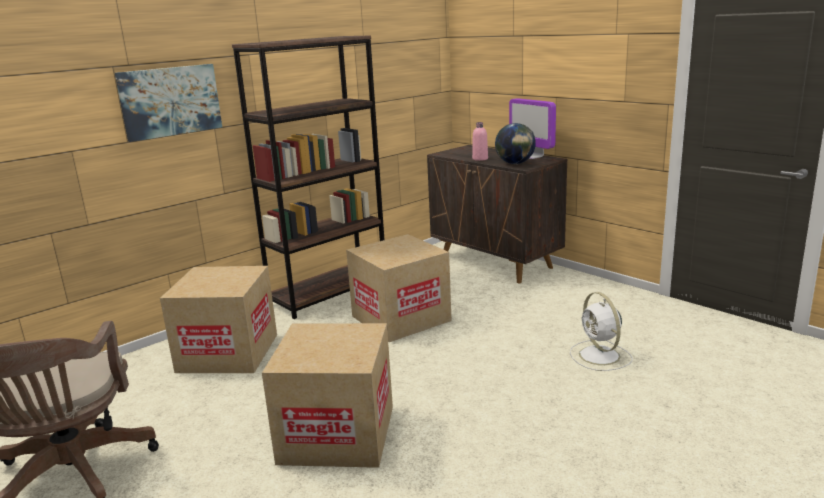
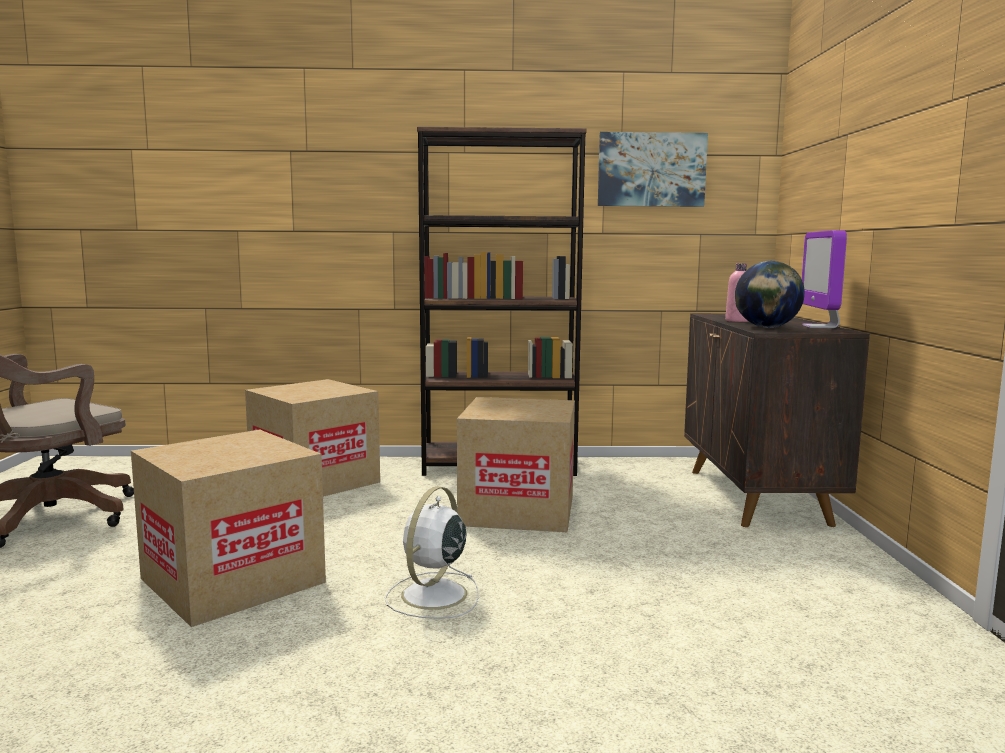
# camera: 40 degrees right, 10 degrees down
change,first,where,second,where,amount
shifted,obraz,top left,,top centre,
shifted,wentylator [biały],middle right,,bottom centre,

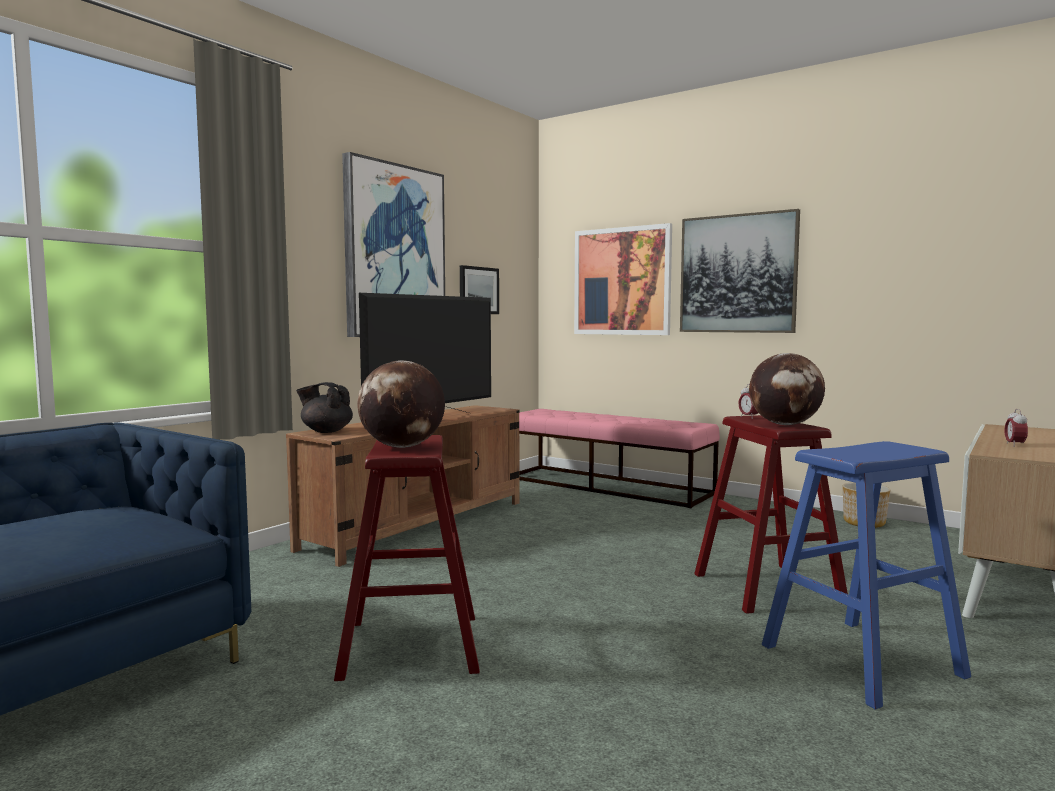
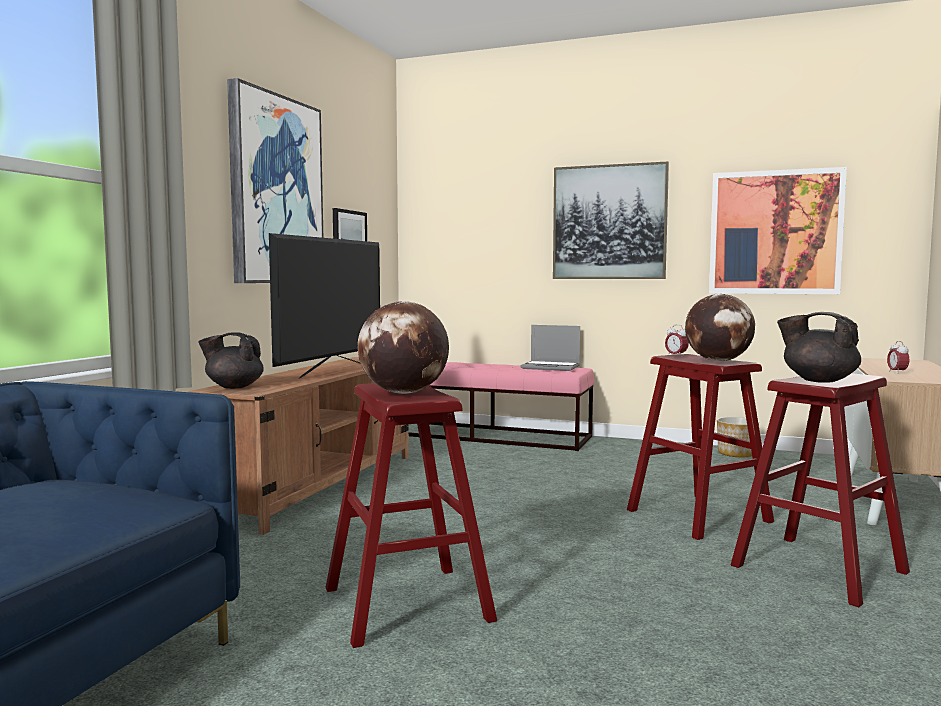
# camera: 15 degrees left, 0 degrees up
change,first,where,second,where,amount
shifted,obraz (no. 3 from left in the first image),centre,obraz (no. 4 from left),top right,
repainted,stołek [niebieski],bottom right,stołek [czerwony] (no. 3 from left),bottom right,
new,,,laptop,centre,
new,,,imbryk [czarny] (no. 2 from left),middle right,

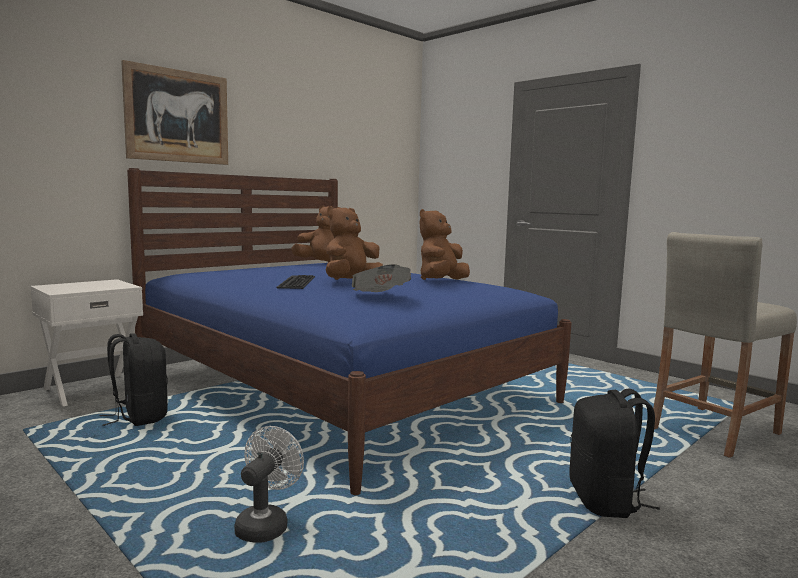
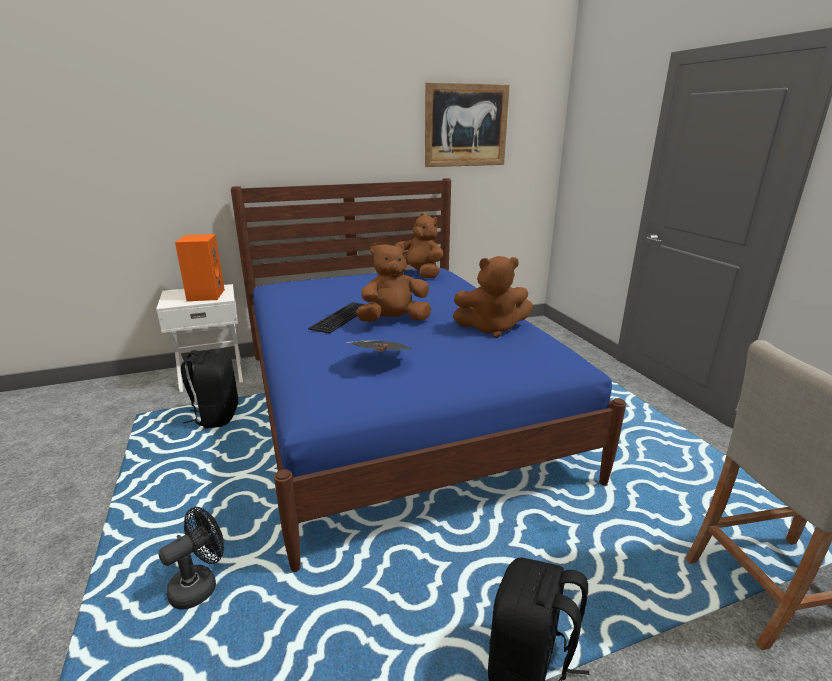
# camera: 25 degrees right, 15 degrees up
change,first,where,second,where,amount
shifted,obraz,top left,,top centre,
repainted,wentylator [biały],bottom centre,wentylator [czarny],bottom left,
rotated,pluszak [brązowy] (no. 3 from left),centre,,centre,150 degrees counterclockwise
new,,,głośnik [pomarańczowy],middle left,

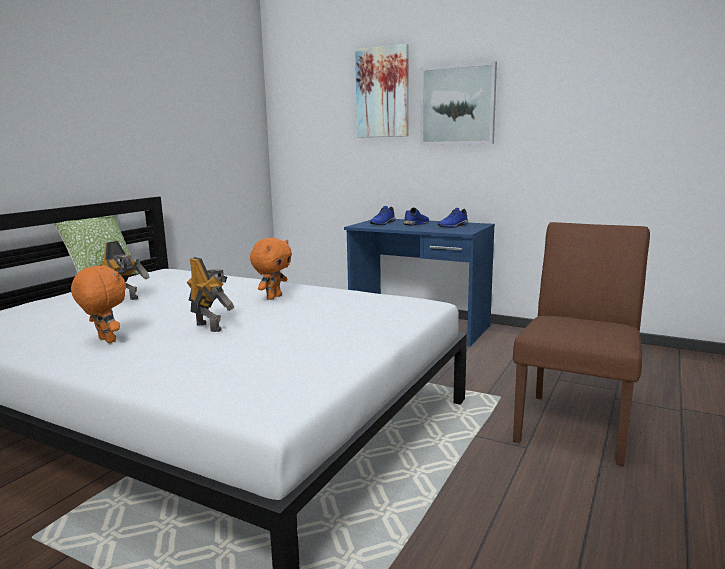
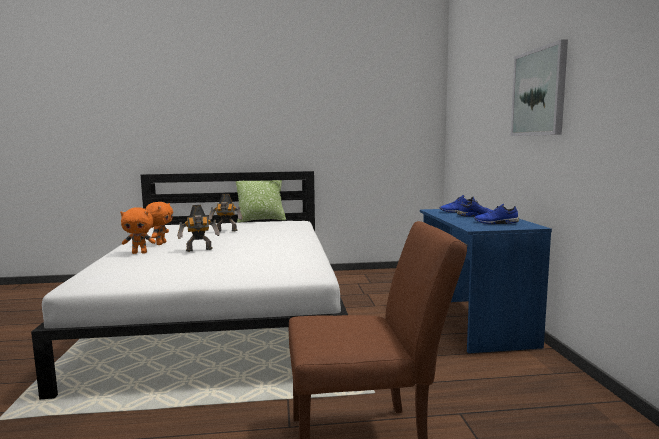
# camera: 55 degrees right, 5 degrees down
change,first,where,second,where,amount
rotated,robot zabawkowy (no. 2 from left in the first image),middle left,robot zabawkowy (no. 1 from left),middle left,60 degrees clockwise
shifted,pluszak [pomarańczowy] (no. 2 from left in the first image),centre,pluszak [pomarańczowy] (no. 1 from left),middle left,
gone,obraz (no. 1 from left),top centre,,,

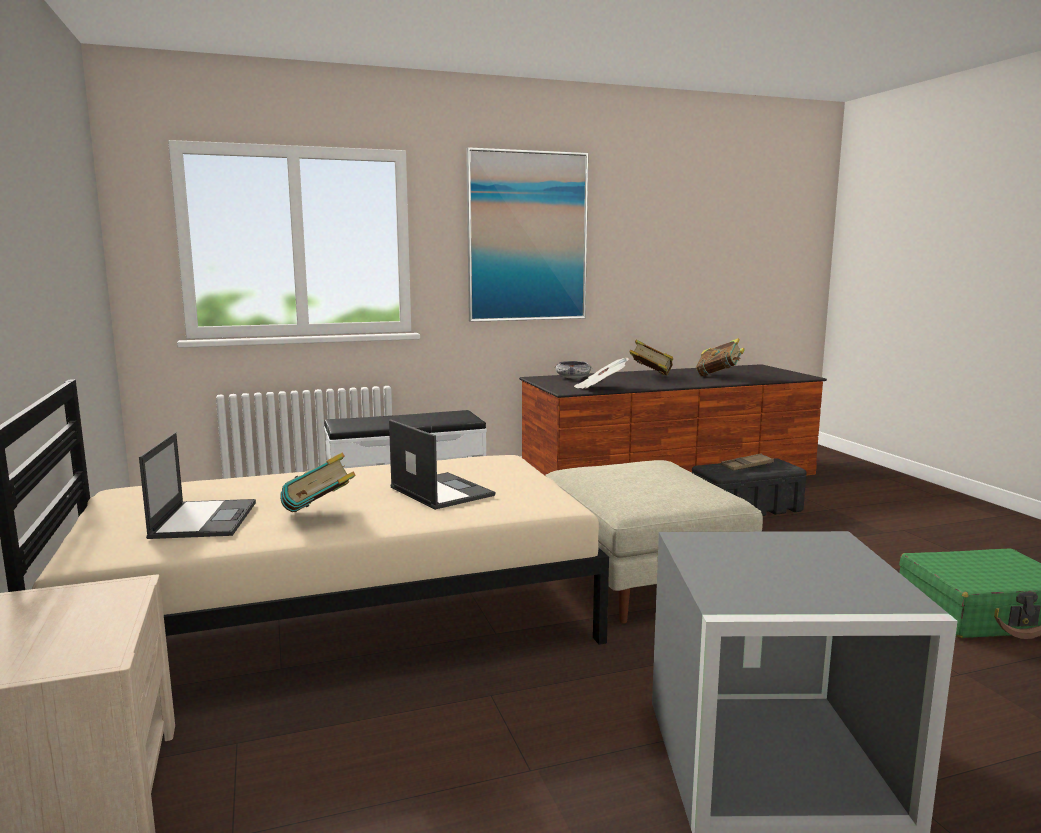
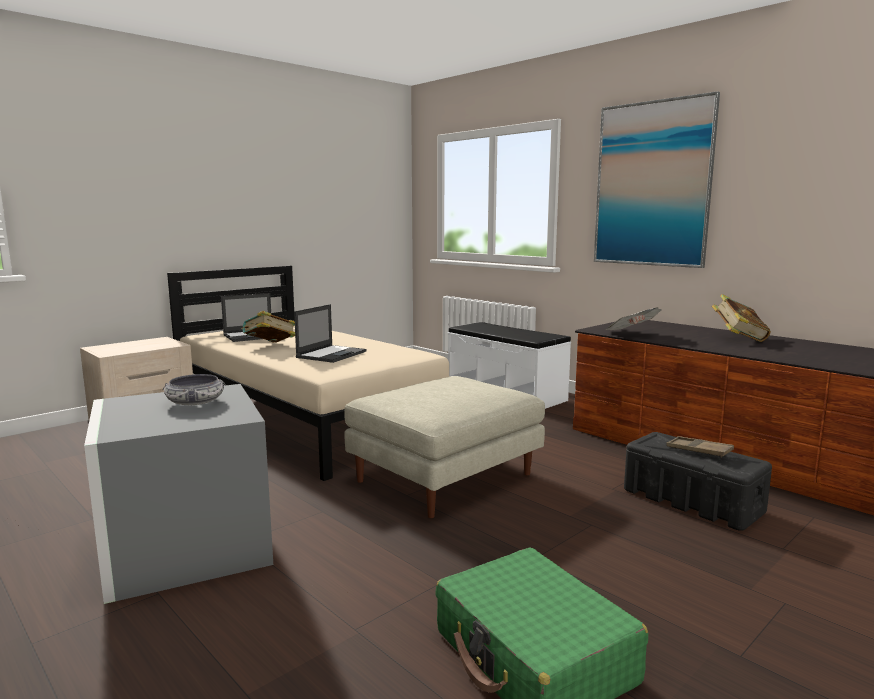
# camera: 65 degrees right, 0 degrees up
change,first,where,second,where,amount
shifted,miska,centre,,middle left,
gone,książka (no. 3 from left),middle right,,,

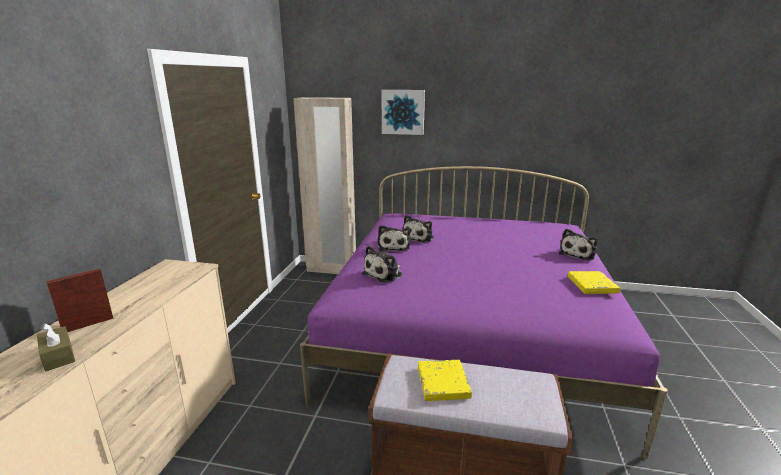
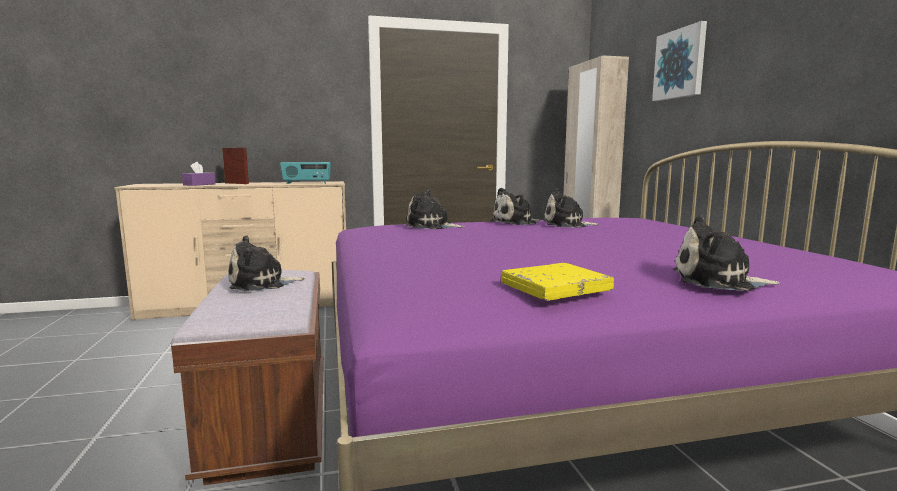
# camera: 65 degrees right, 10 degrees down
change,first,where,second,where,amount
repainted,pudełko chusteczek [brązowy],bottom left,pudełko chusteczek [fioletowy],middle left,
swapped,książka [żółty] (no. 1 from left),bottom centre,pluszak (no. 1 from left),middle left,
new,,,radio,centre,

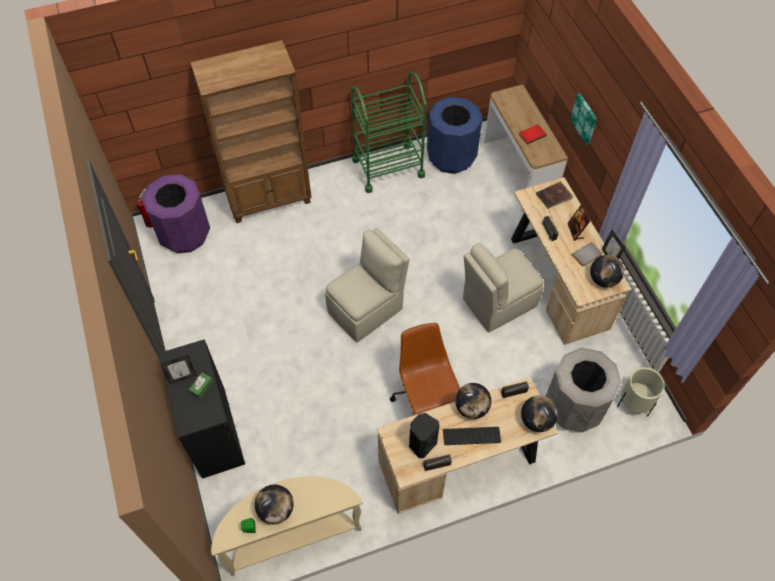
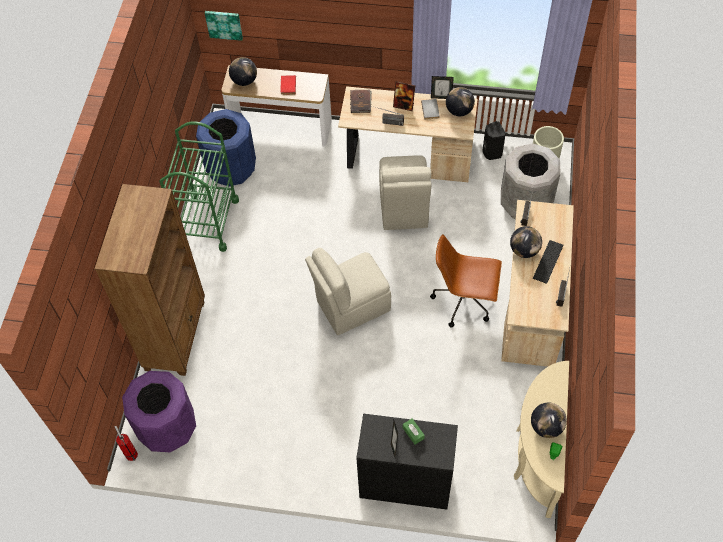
# camera: 60 degrees left, 0 degrees up
change,first,where,second,where,amount
rotated,krzesło [beżowy] (no. 1 from left),centre,,centre,105 degrees counterclockwise
shifted,głośnik [czarny],bottom centre,,top right,
shifted,globus (no. 3 from left in the first image),bottom right,globus (no. 1 from left),top centre,
shifted,obraz,top right,,top left,

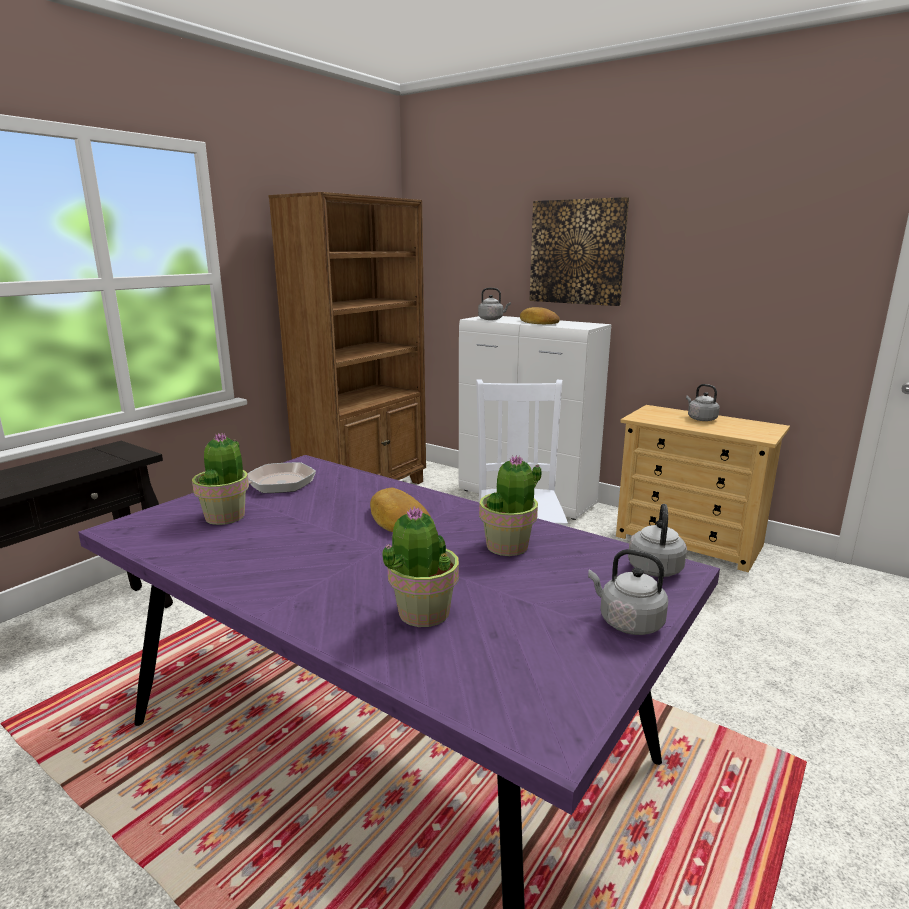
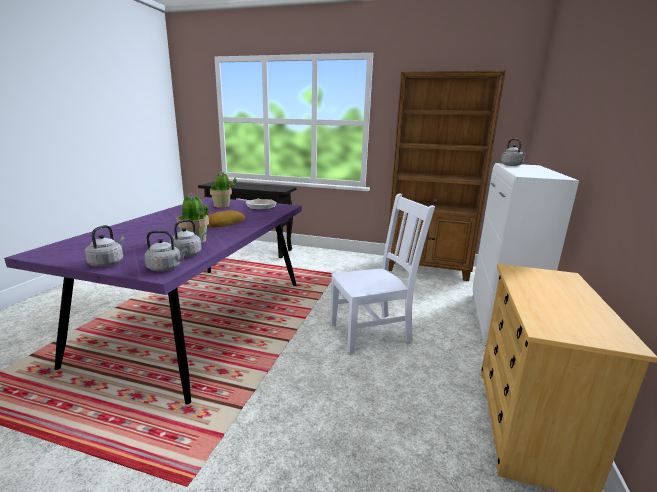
# camera: 70 degrees right, 0 degrees up
change,first,where,second,where,amount
gone,roślina doniczkowa (no. 2 from left),centre,,,
gone,chleb (no. 2 from left),centre,,,
gone,obraz,top centre,,,
shifted,czajnik [szary] (no. 4 from left in the first image),middle right,czajnik [szary] (no. 3 from left),middle left,

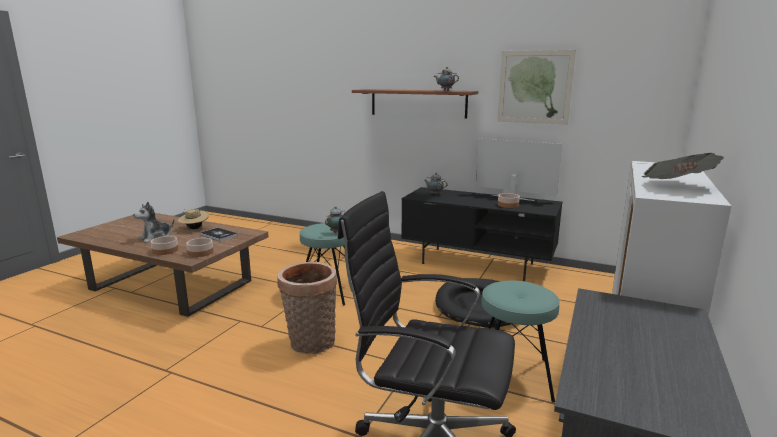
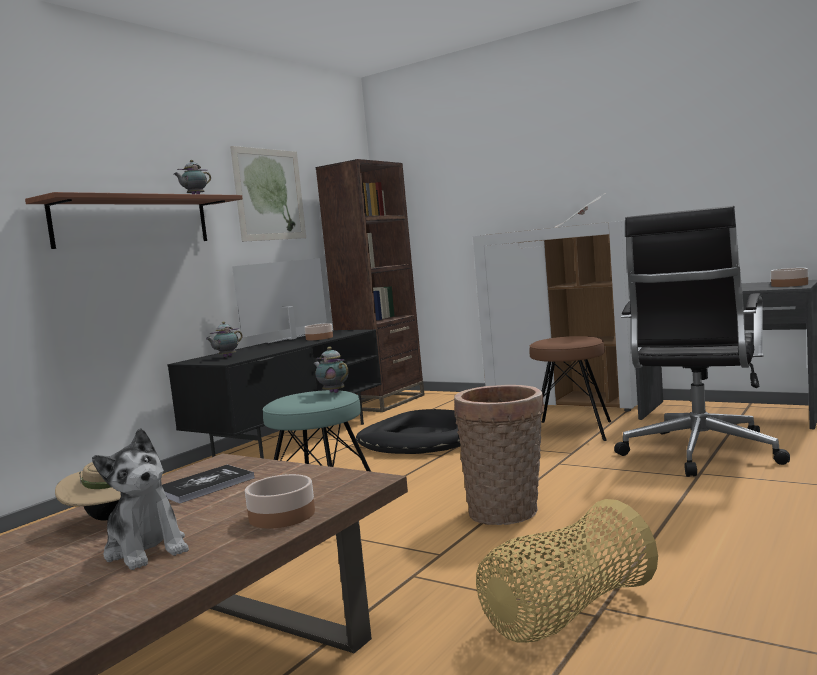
# camera: 80 degrees left, 10 degrees down
change,first,where,second,where,amount
shifted,miska (no. 2 from left in the first image),middle left,miska (no. 3 from left),middle right,
repainted,stołek [turkusowy] (no. 2 from left),bottom right,stołek [brązowy],middle right,
new,,,regał [brązowy],centre,
new,,,koszyk (no. 2 from left),bottom right,

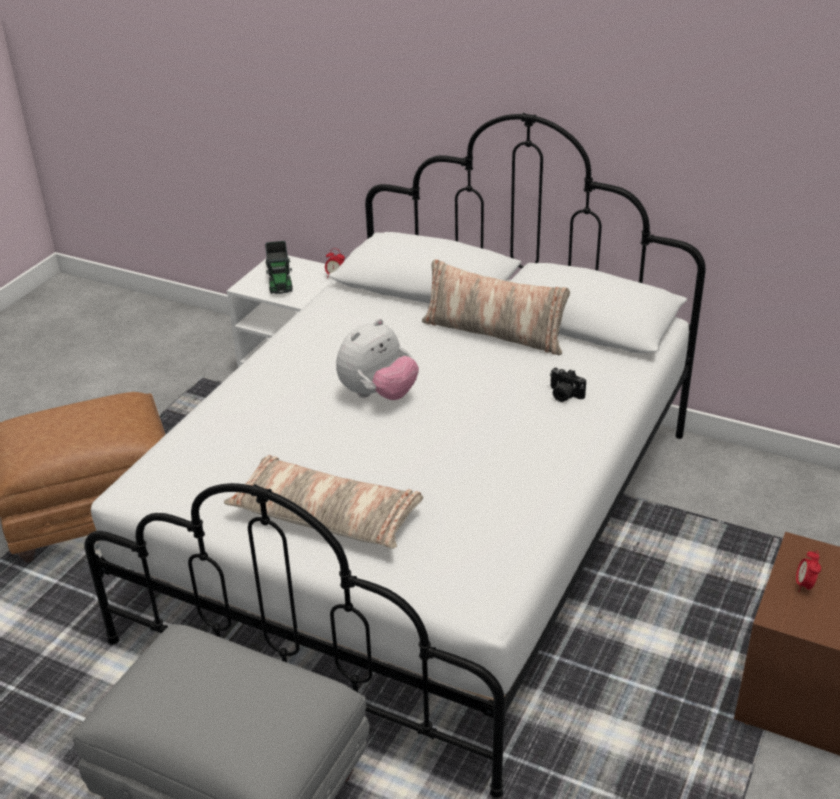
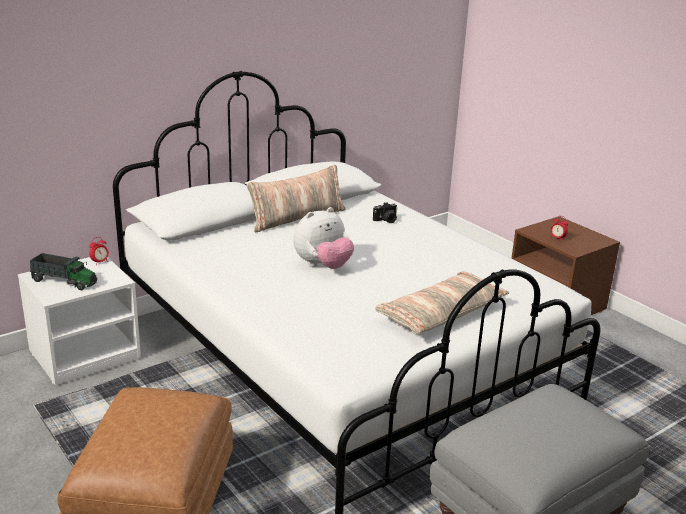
# camera: 65 degrees left, 10 degrees down
change,first,where,second,where,amount
rotated,pluszak,centre,,centre,75 degrees clockwise

